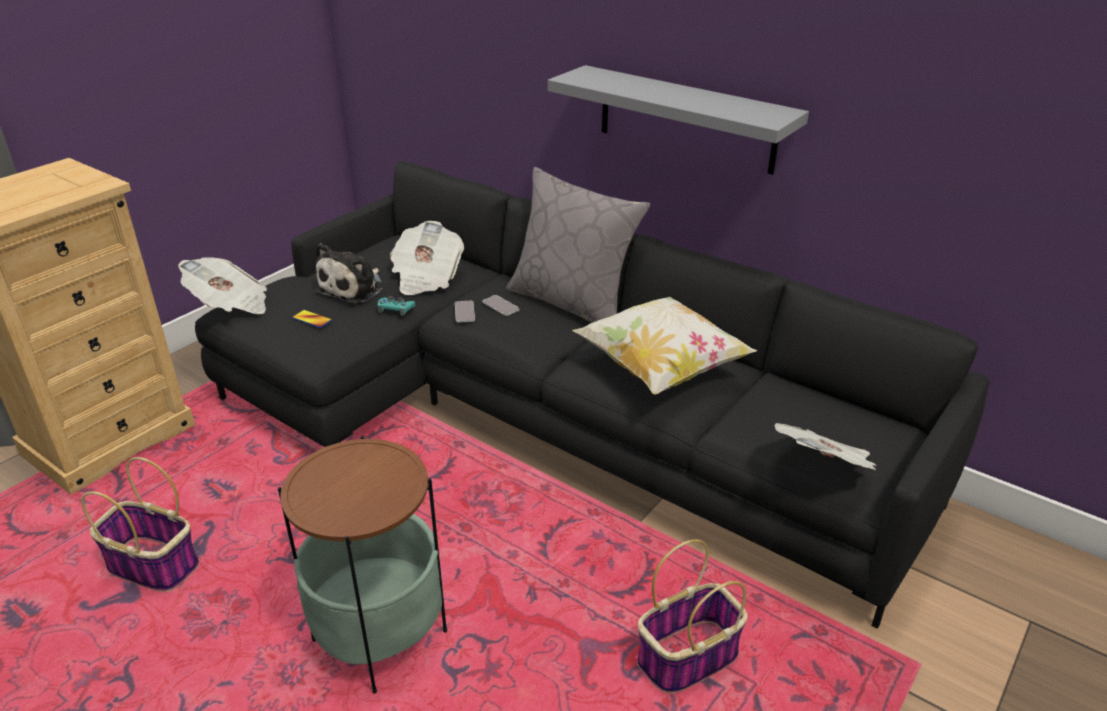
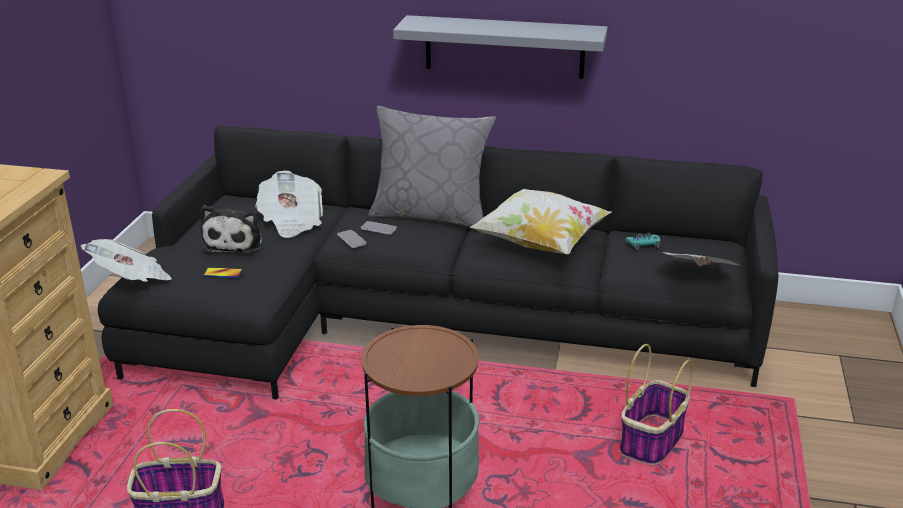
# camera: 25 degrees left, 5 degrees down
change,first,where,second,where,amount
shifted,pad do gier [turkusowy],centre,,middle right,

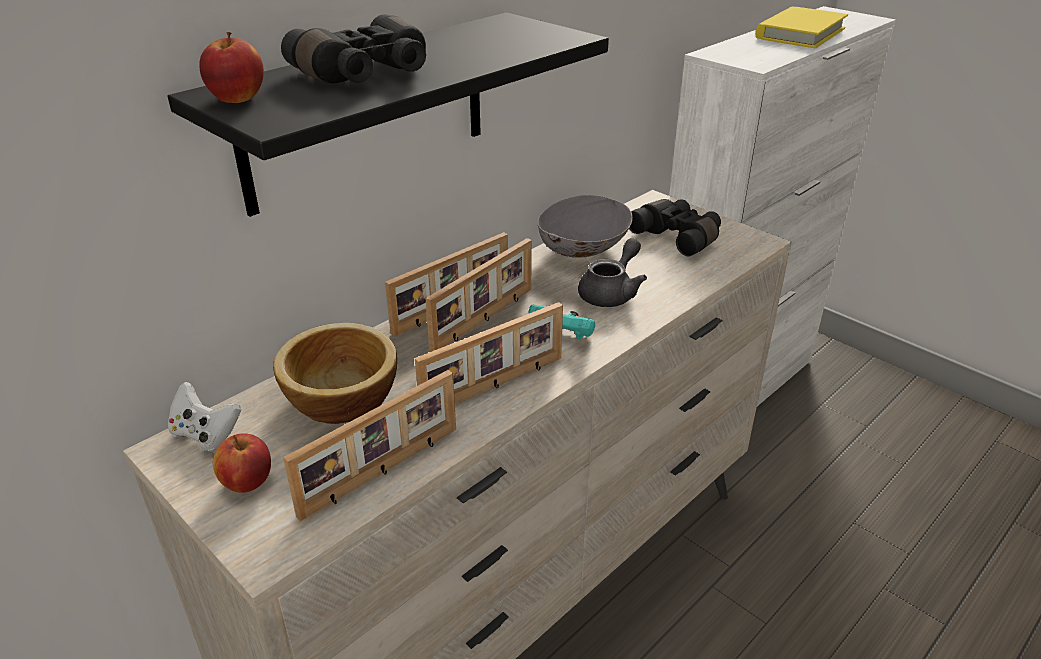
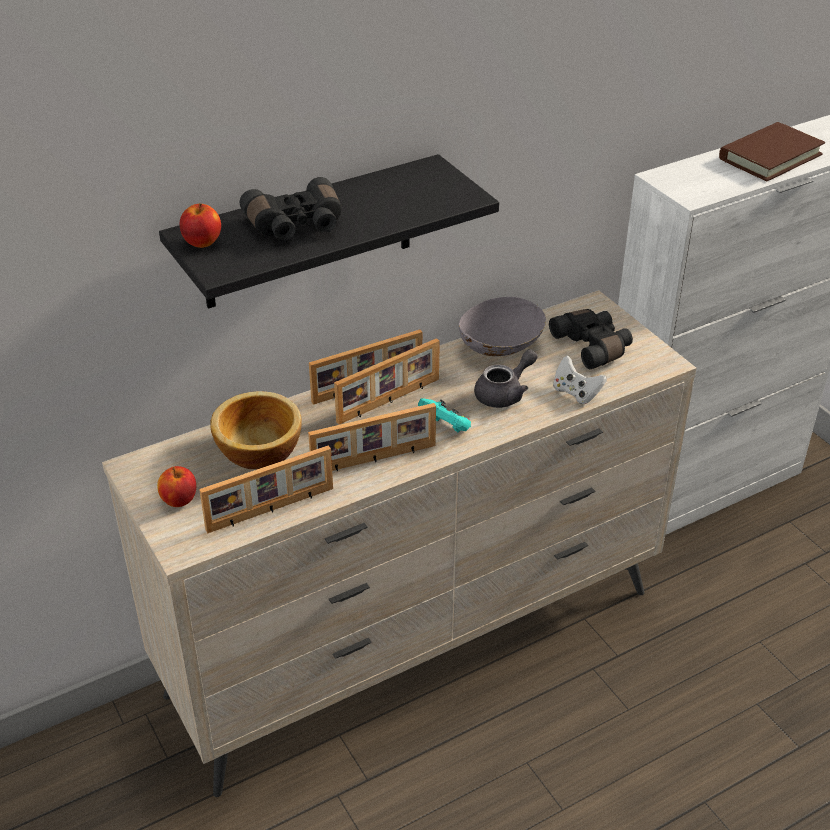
# camera: 15 degrees right, 5 degrees up
change,first,where,second,where,amount
shifted,pad do gier [biały],middle left,,middle right,
repainted,książka [żółty],top right,książka [brązowy],top right,

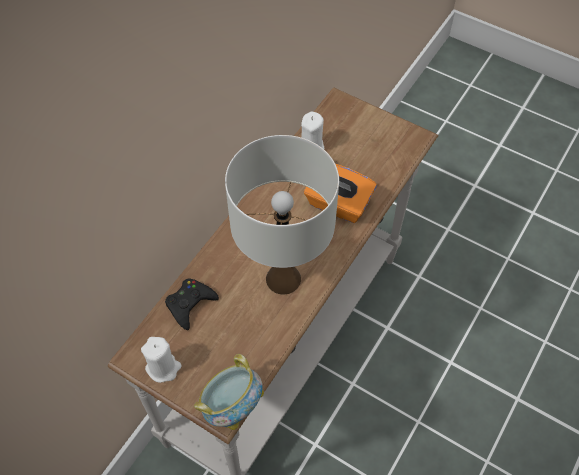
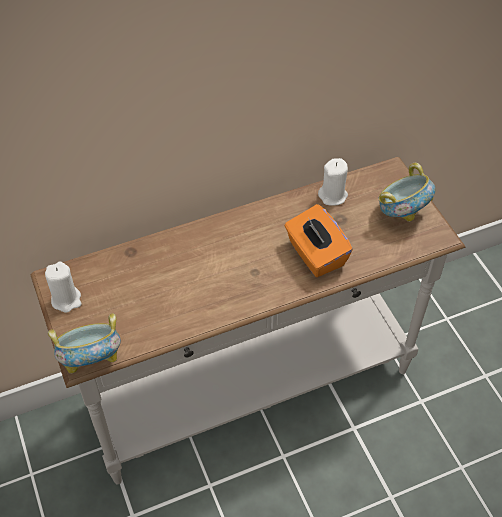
# camera: 35 degrees right, 5 degrees down
change,first,where,second,where,amount
gone,pad do gier [czarny],middle left,,,
gone,lampa stołowa [biały],centre,,,
new,,,miska (no. 2 from left),middle right,

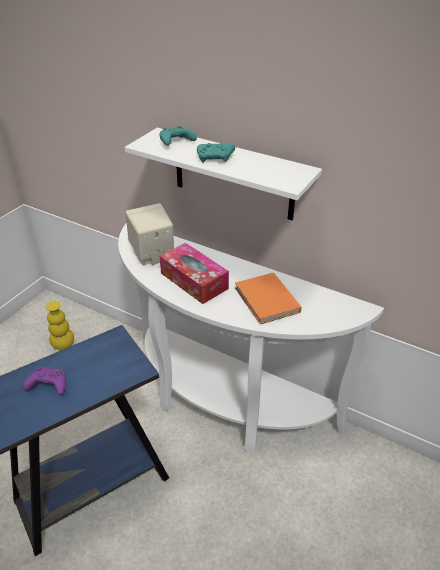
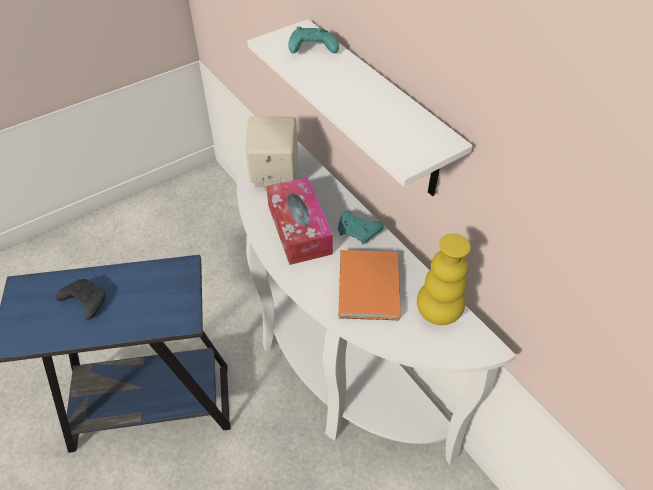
# camera: 25 degrees right, 10 degrees up
change,first,where,second,where,amount
repainted,pad do gier [fioletowy],bottom left,pad do gier [czarny],middle left,
shifted,wazon [żółty],middle left,,middle right,
shifted,pad do gier [turkusowy] (no. 2 from left),top centre,,centre,

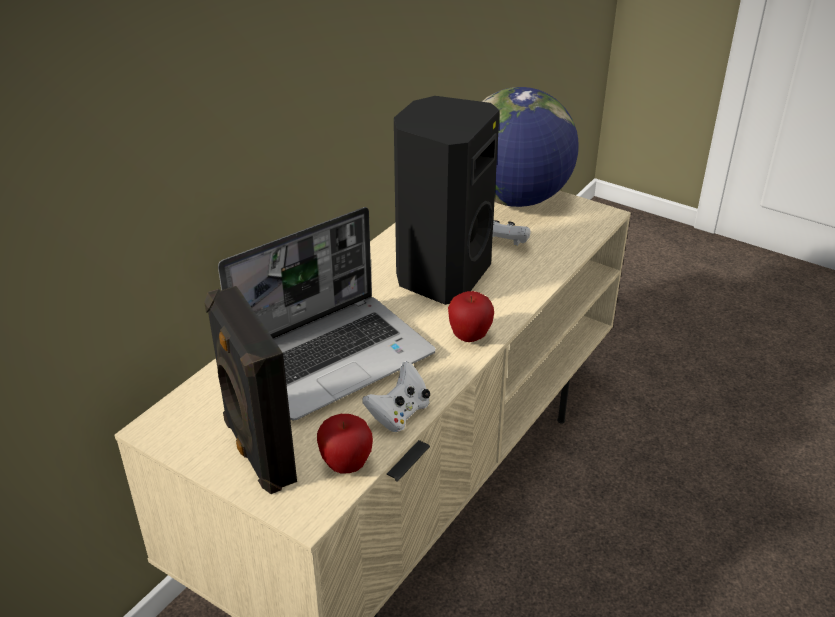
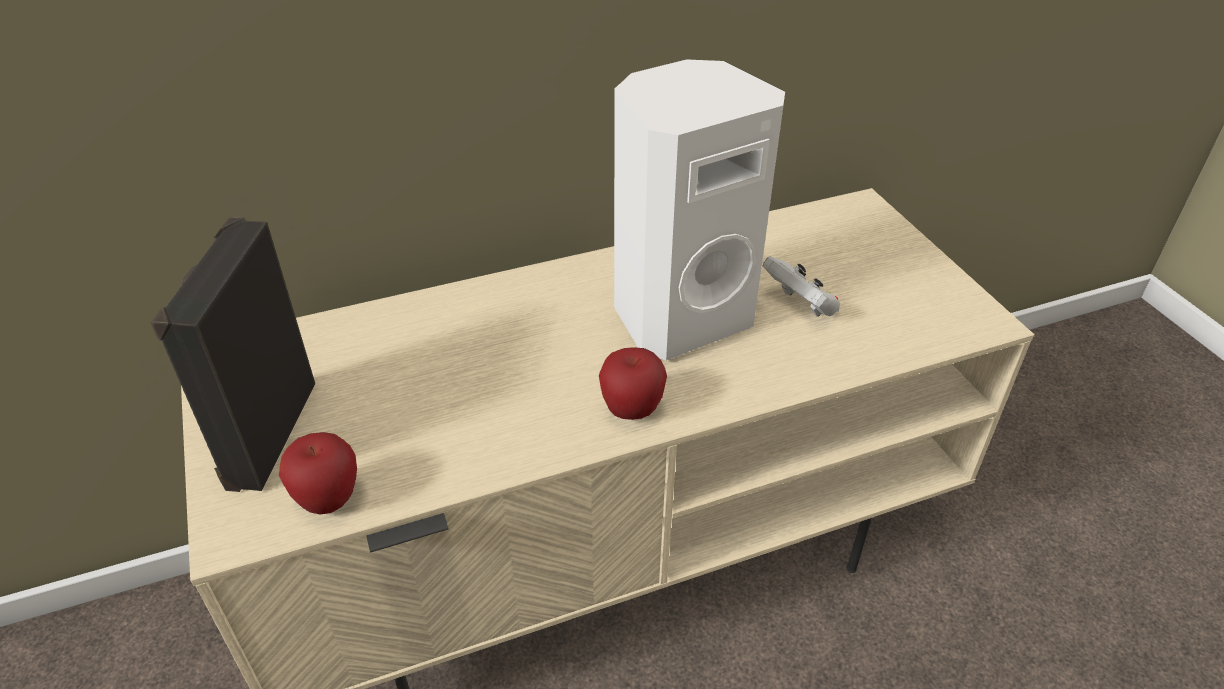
# camera: 35 degrees right, 5 degrees up
change,first,where,second,where,amount
gone,laptop,centre,,,
gone,pad do gier [biały] (no. 1 from left),centre,,,
repainted,głośnik [czarny] (no. 2 from left),top centre,głośnik [biały],top centre,
gone,globus,top centre,,,

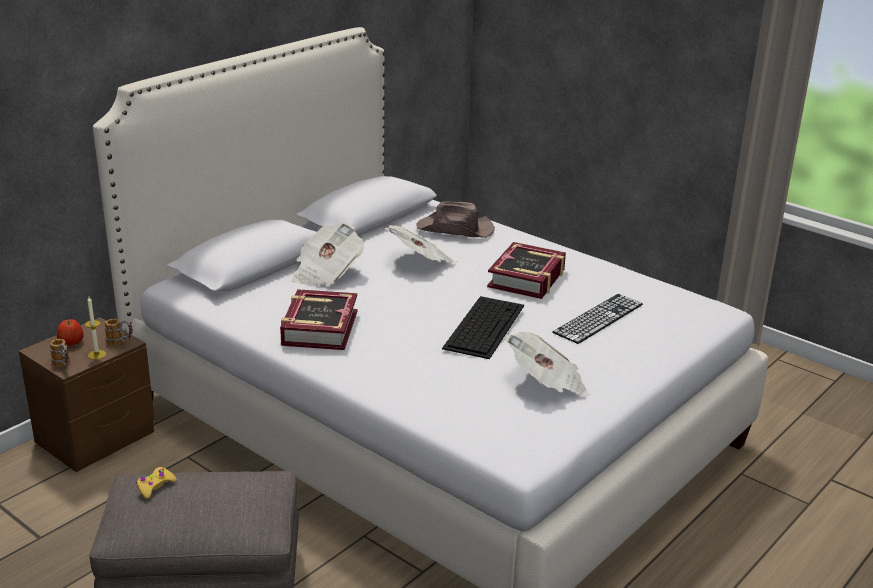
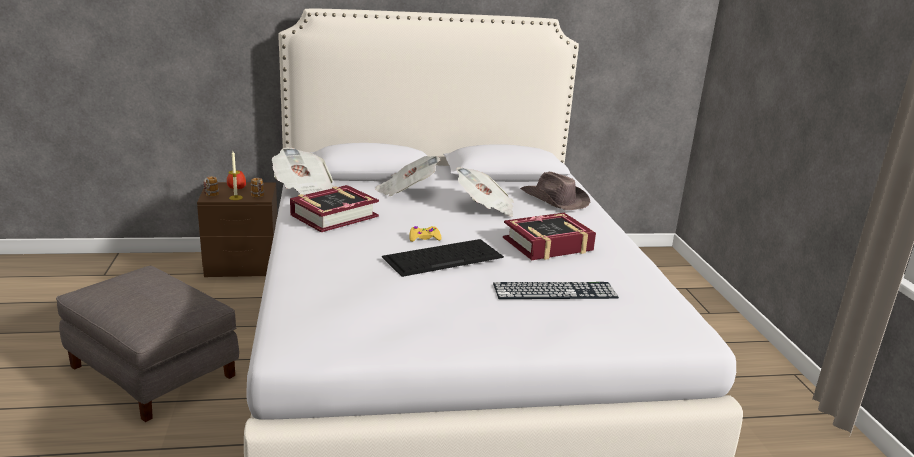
# camera: 40 degrees right, 5 degrees down
change,first,where,second,where,amount
shifted,pad do gier [żółty],bottom left,,centre,
shifted,gazeta (no. 3 from left in the first image),centre,gazeta (no. 1 from left),middle left,

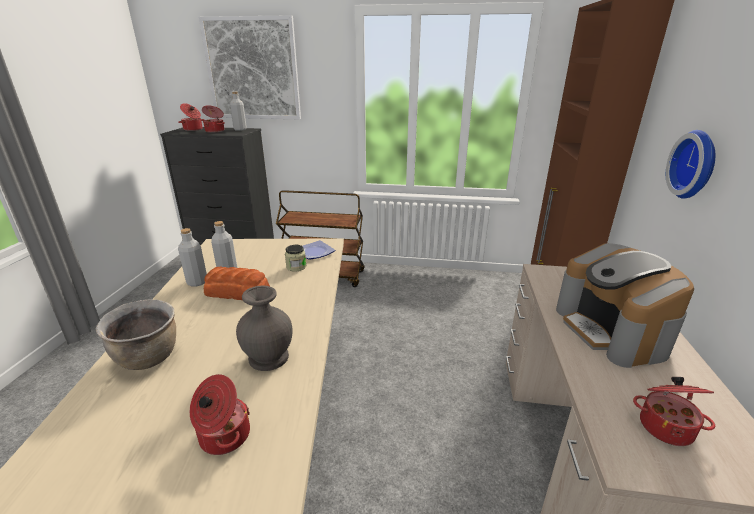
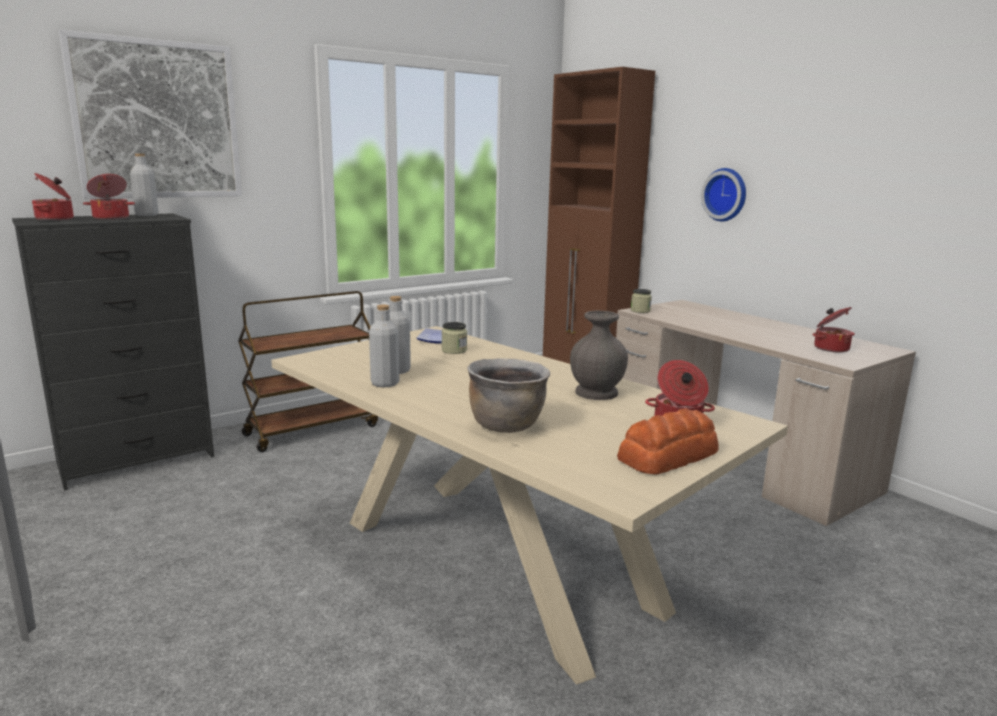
# camera: 45 degrees left, 10 degrees down
change,first,where,second,where,amount
shifted,chleb,middle left,,middle right,
gone,ekspres do kawy,middle right,,,
new,,,słoik (no. 2 from left),centre,

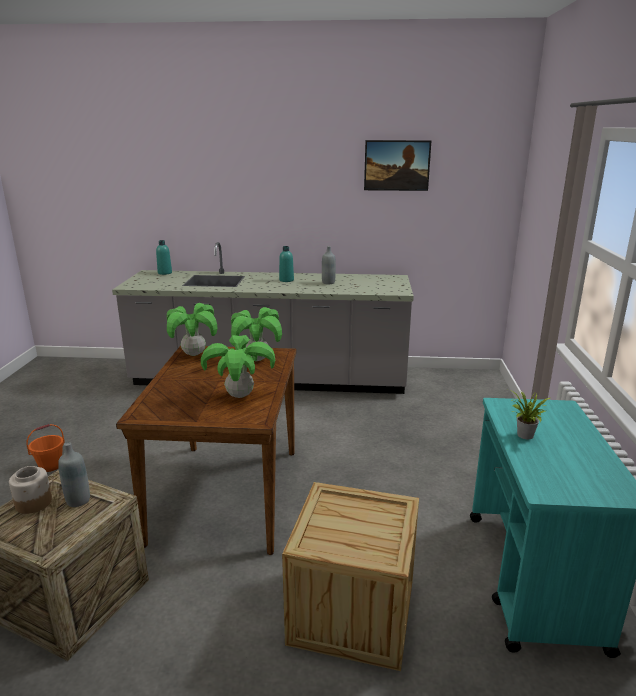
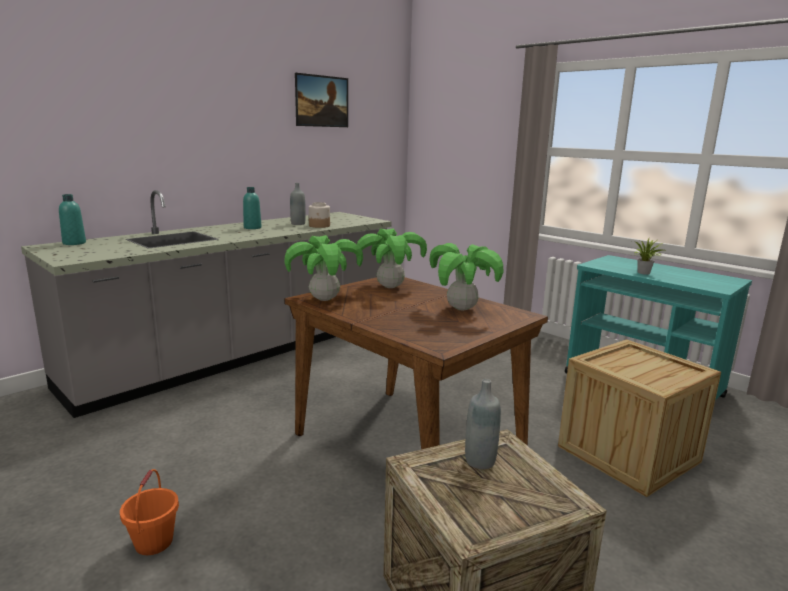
# camera: 50 degrees left, 5 degrees down
change,first,where,second,where,amount
shifted,słoik,bottom left,,centre,

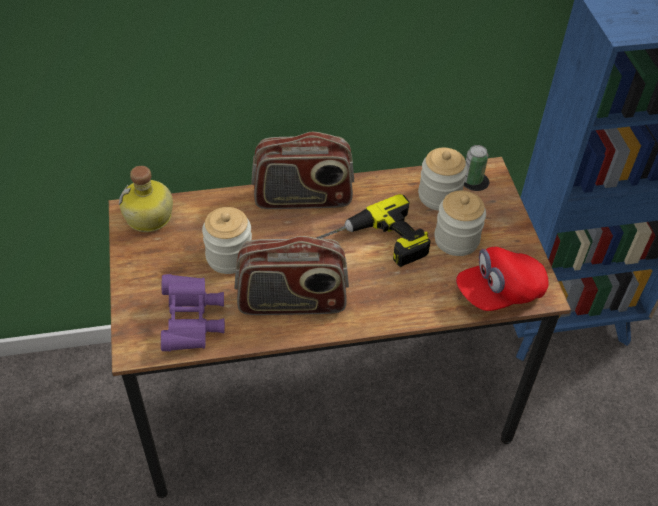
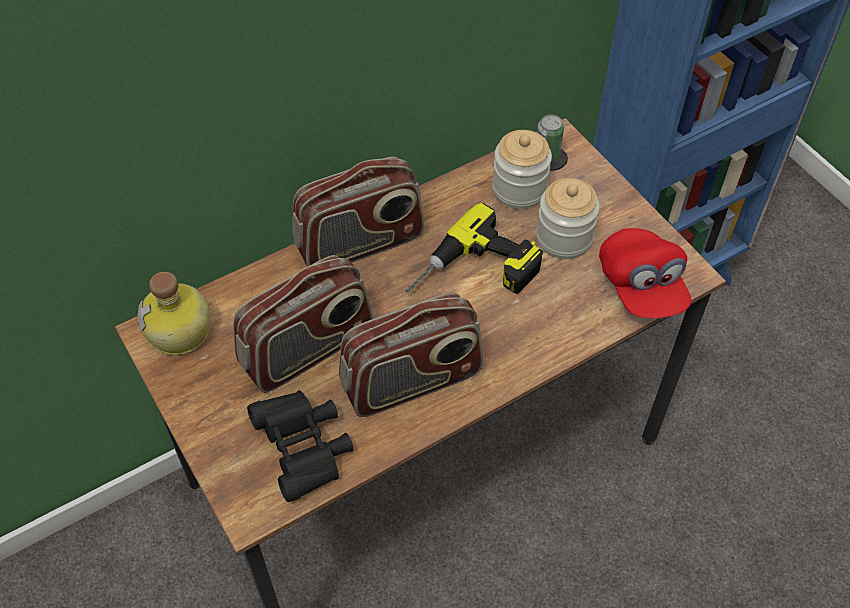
# camera: 20 degrees left, 5 degrees up
change,first,where,second,where,amount
repainted,lornetka [fioletowy],middle left,lornetka [czarny],bottom centre,
swapped,słoik (no. 1 from left),centre,radio (no. 1 from left),centre,
rotated,czapka z daszkiem [czerwony],middle right,,middle right,60 degrees counterclockwise

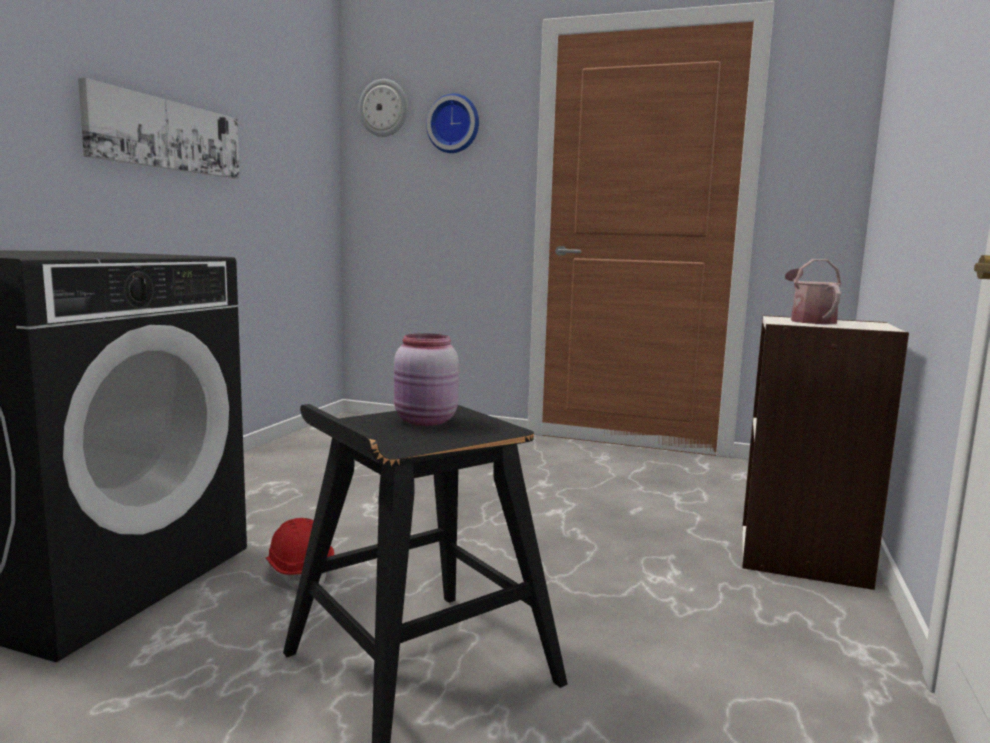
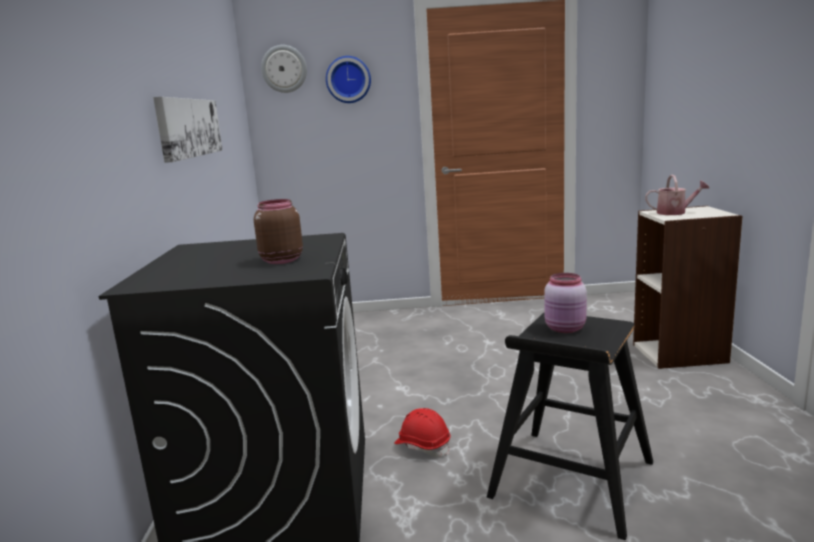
# camera: 20 degrees left, 5 degrees up
change,first,where,second,where,amount
rotated,konewka,middle right,,middle right,120 degrees clockwise
new,,,słoik [brązowy],centre,

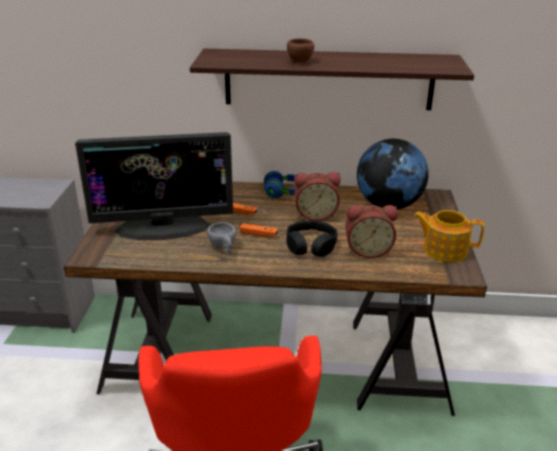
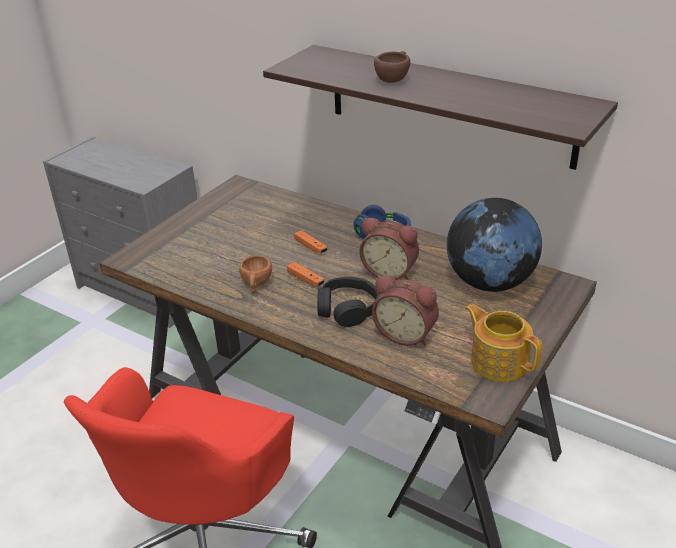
# camera: 30 degrees right, 5 degrees up
change,first,where,second,where,amount
gone,monitor,middle left,,,
repainted,filiżanka [szary],centre,filiżanka [brązowy] (no. 1 from left),centre,

